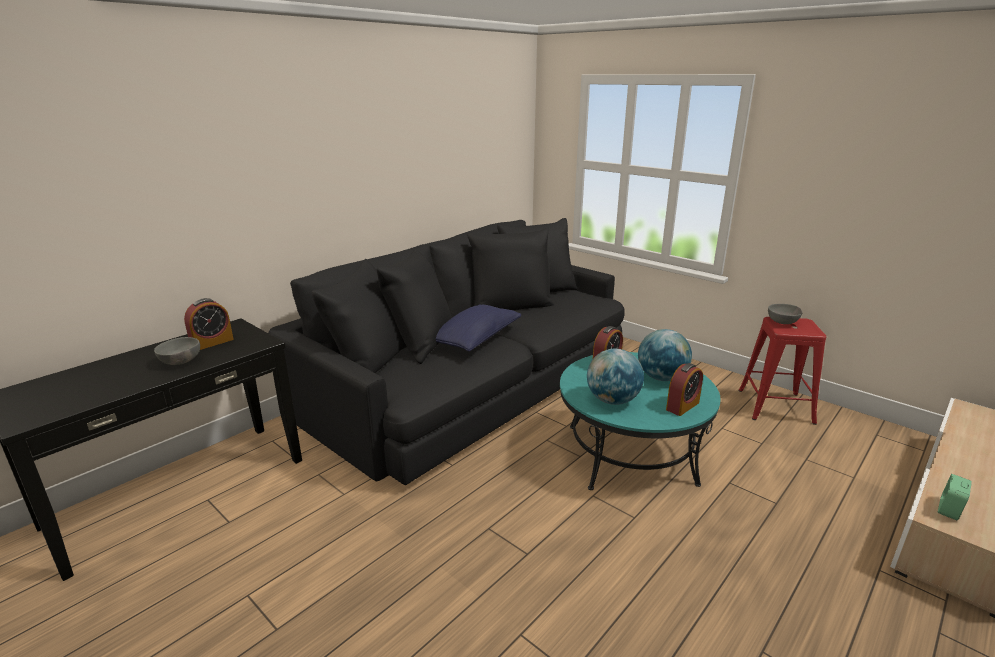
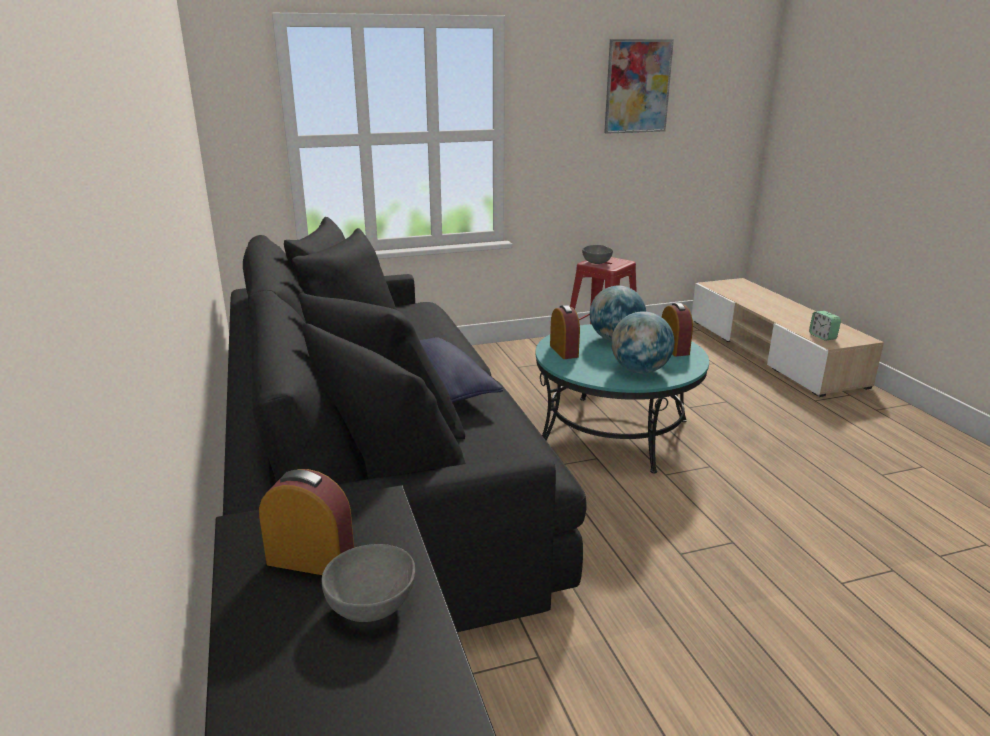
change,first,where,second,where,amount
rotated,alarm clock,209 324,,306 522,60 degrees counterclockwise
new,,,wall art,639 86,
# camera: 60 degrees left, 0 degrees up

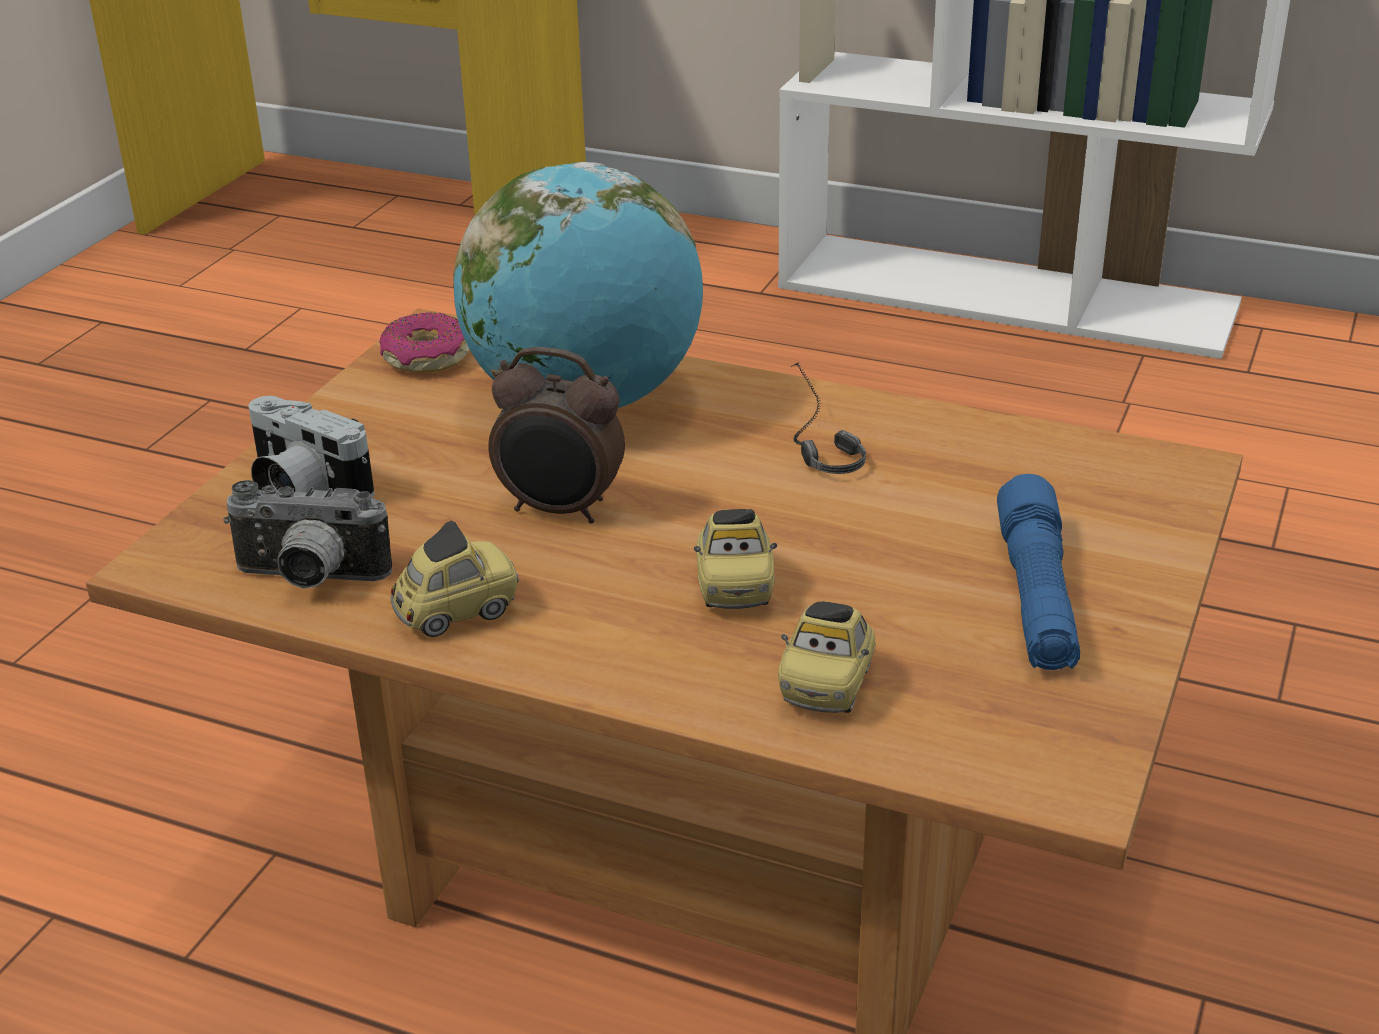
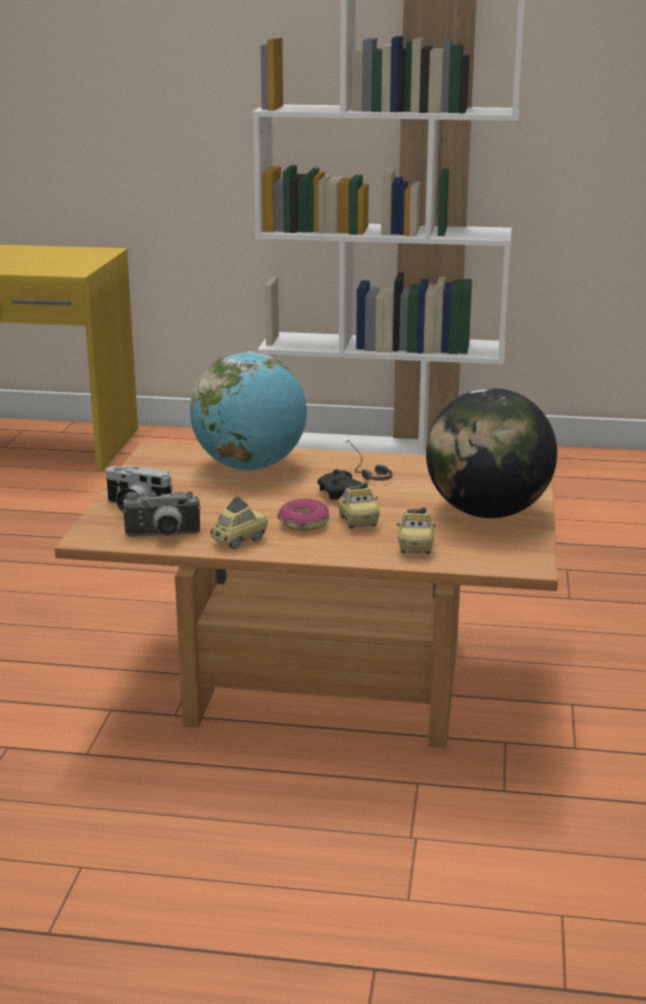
change,first,where,second,where,amount
shifted,donut,424 342,,303 515,
new,,,blackish gamepad,340 484,
swapped,bluish hand torch,1038 572,globe,491 453,
gone,alarm clock,556 435,,,
# camera: 15 degrees left, 10 degrees down

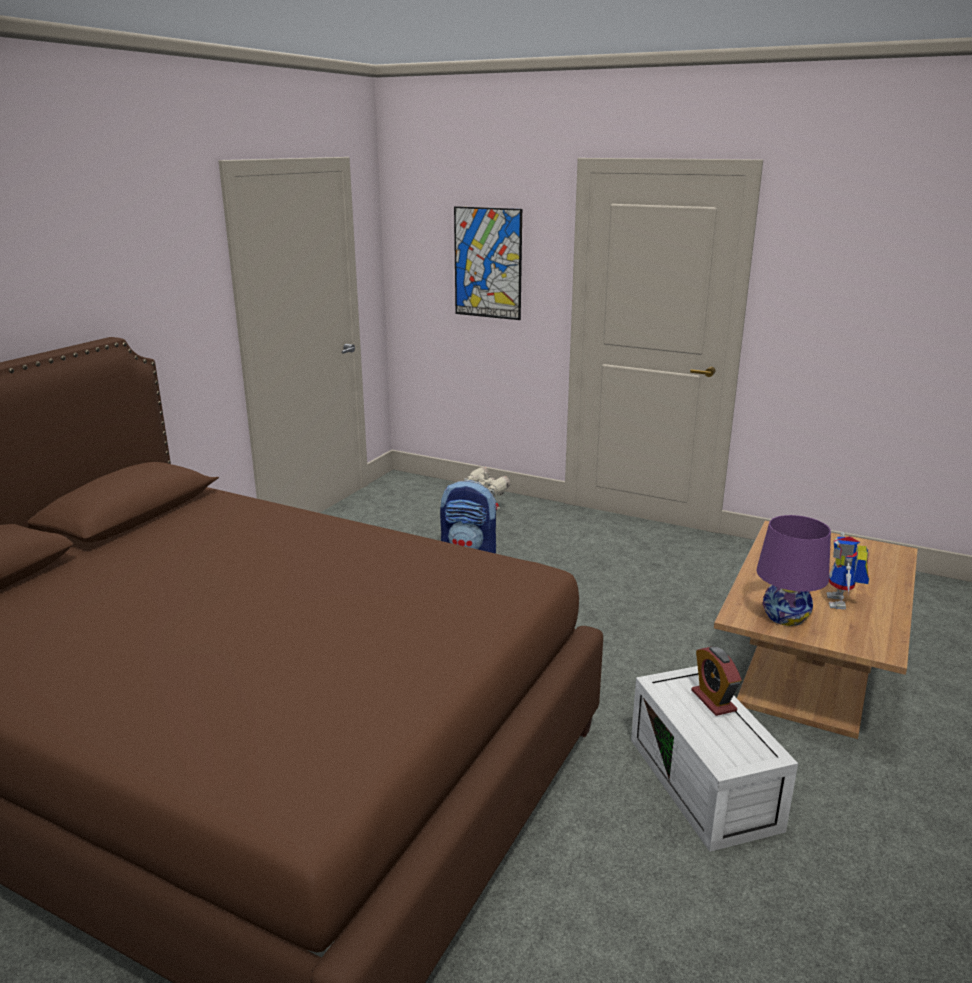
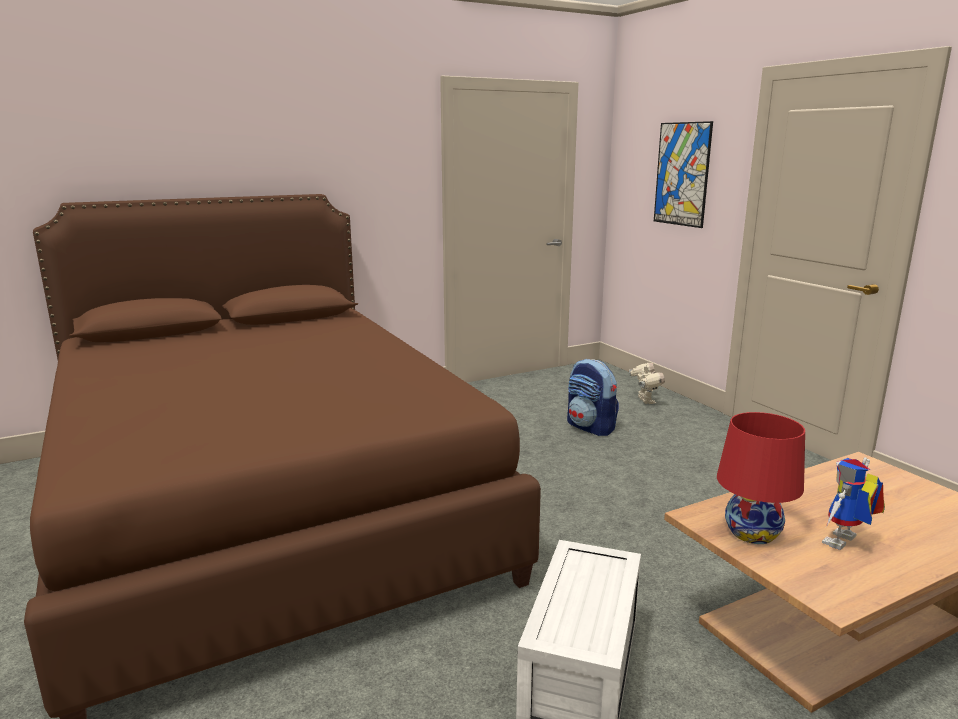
change,first,where,second,where,amount
repainted,purple-coloured table lamp,793 570,reddish table lamp,761 478,
gone,alarm clock,716 681,,,
# camera: 35 degrees right, 5 degrees down

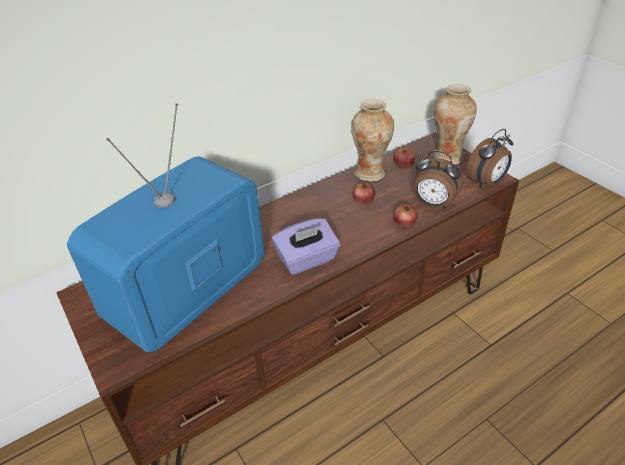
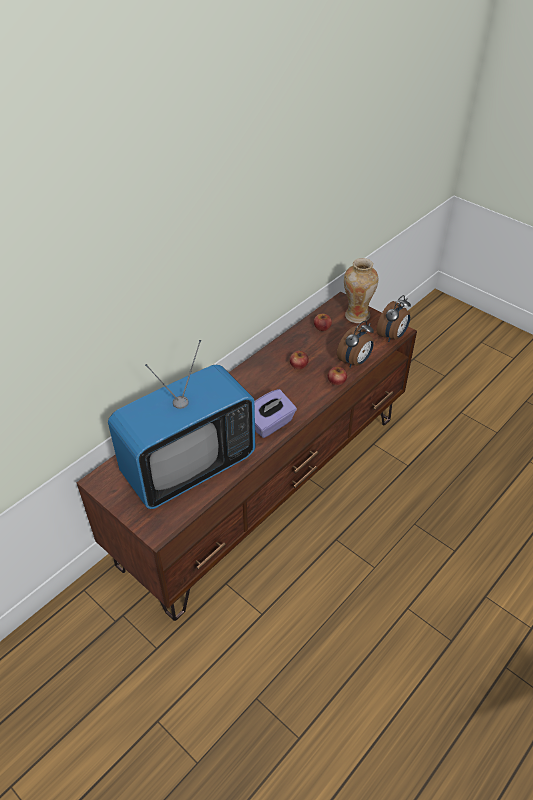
change,first,where,second,where,amount
rotated,TV set,165 228,,181 424,150 degrees counterclockwise
rotated,alarm clock,438 179,,355 344,60 degrees counterclockwise
gone,vase,372 140,,,
# camera: 15 degrees left, 5 degrees up

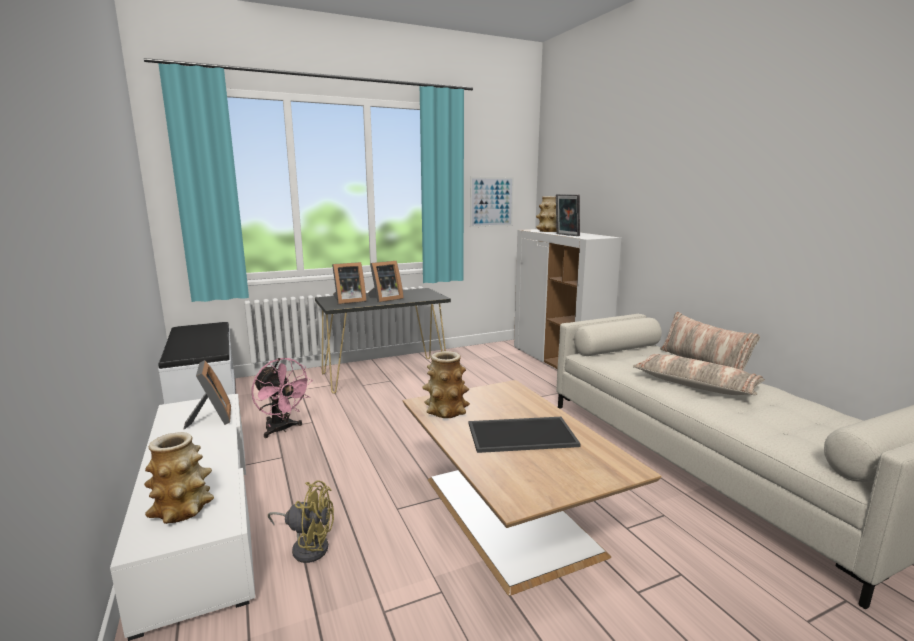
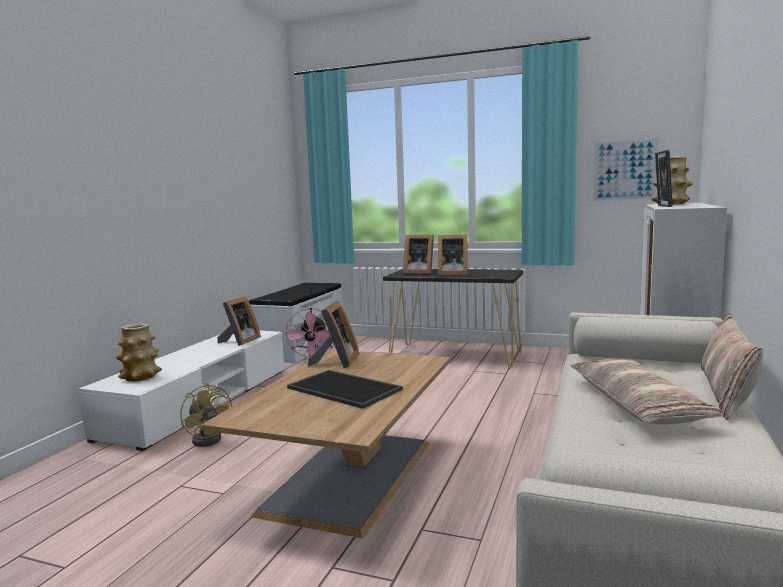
change,first,where,second,where,amount
swapped,vase,446 384,photo frame,333 334,
# camera: 45 degrees right, 5 degrees down

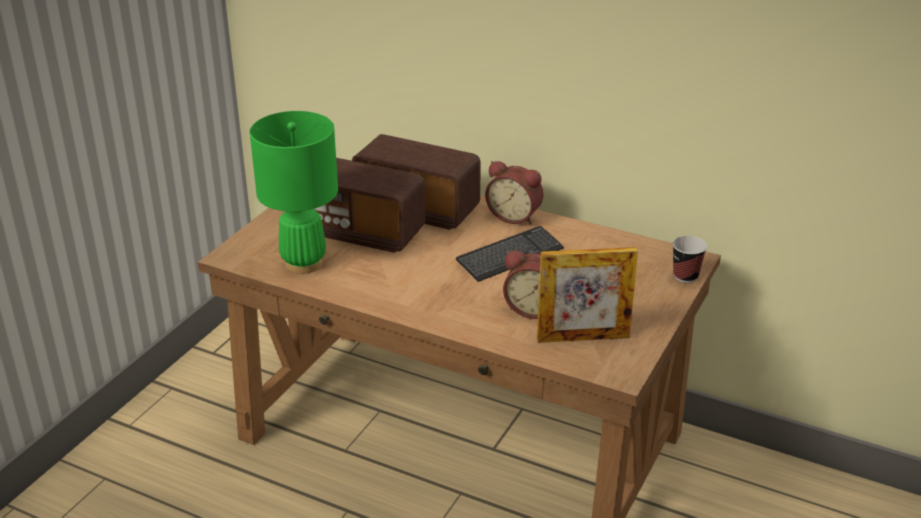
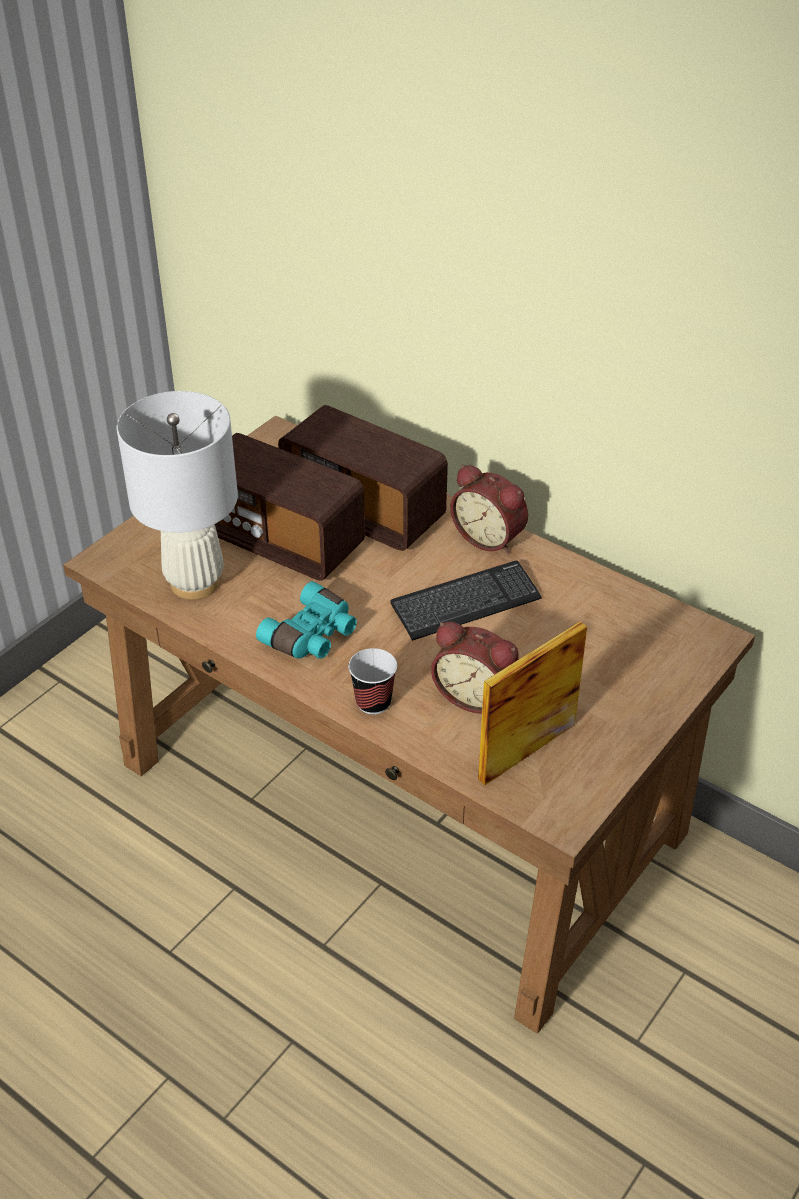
change,first,where,second,where,amount
repainted,greenish table lamp,294 192,white-coloured table lamp,177 495,
new,,,blue-green field glasses,306 620,
shifted,drinking cup,689 259,,373 681,
rotated,photo frame,587 295,,532 703,135 degrees clockwise
# camera: 10 degrees right, 10 degrees up

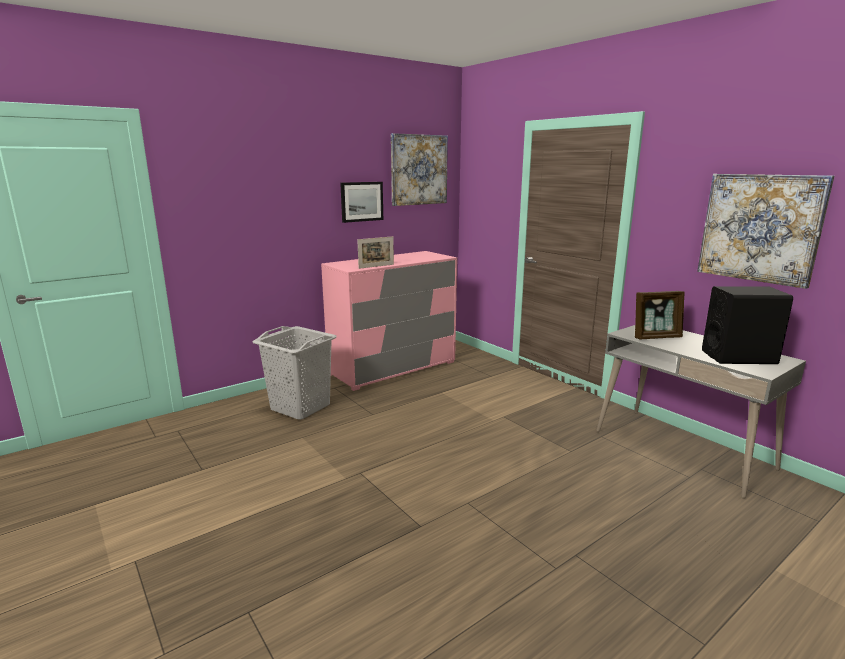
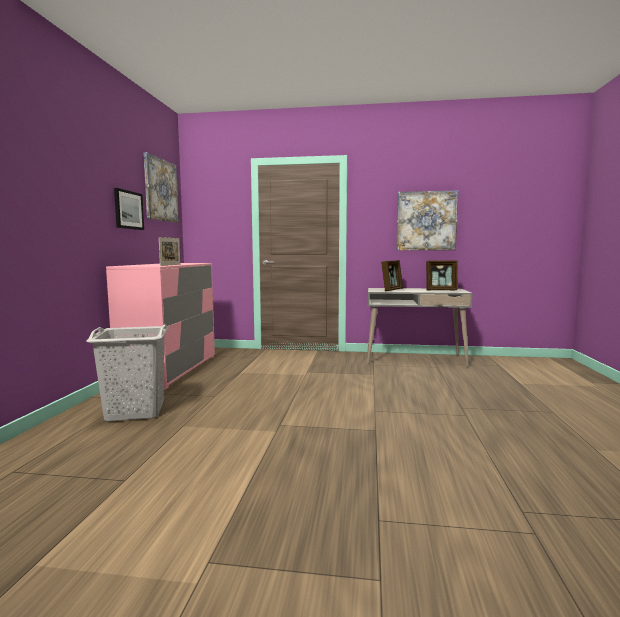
change,first,where,second,where,amount
swapped,blackish speaker,747 325,photo frame,442 275,
# camera: 45 degrees left, 10 degrees down

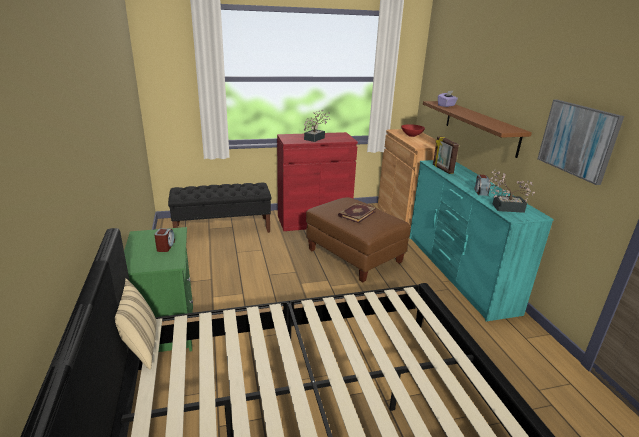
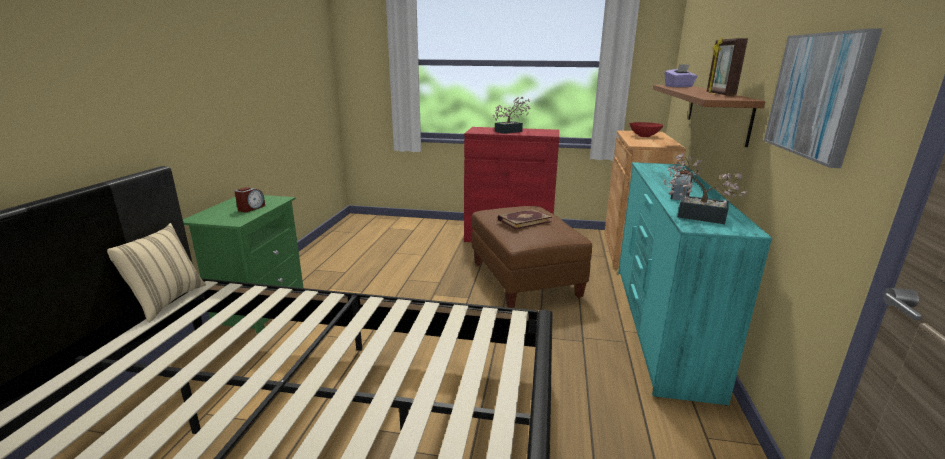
change,first,where,second,where,amount
shifted,photo frame,446 155,,727 66,
gone,blackish bench,220 208,,,
# camera: 25 degrees right, 5 degrees down

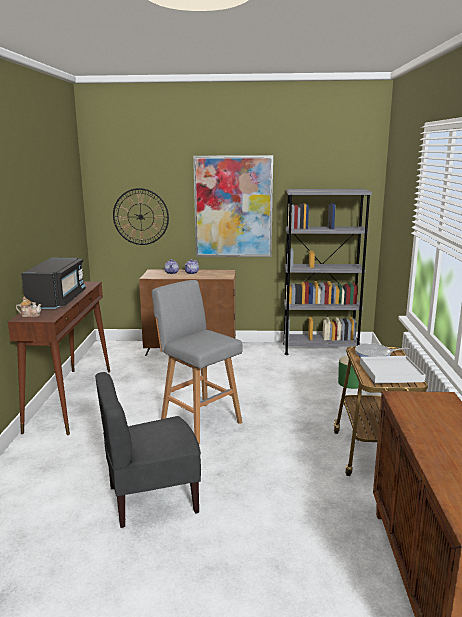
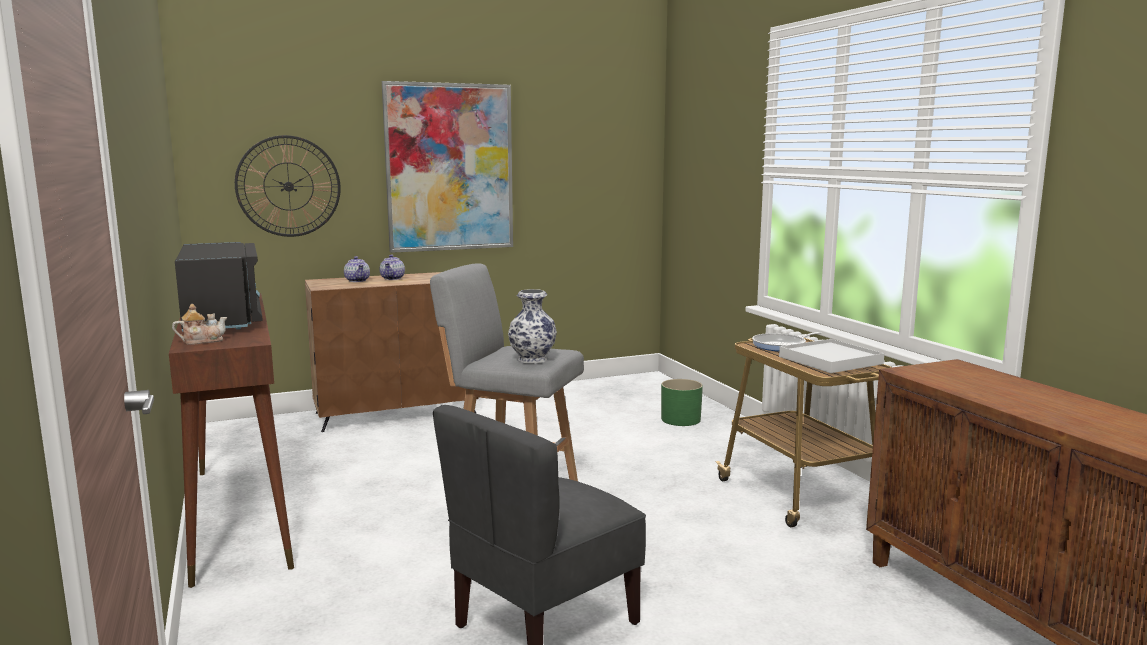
change,first,where,second,where,amount
new,,,vase,532 326,
gone,greyish bookcase,327 272,,,
# camera: 25 degrees left, 5 degrees down

